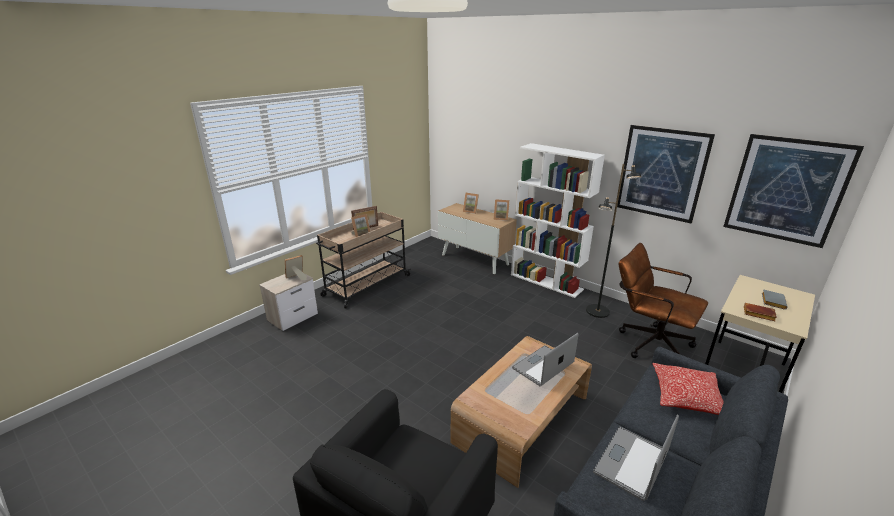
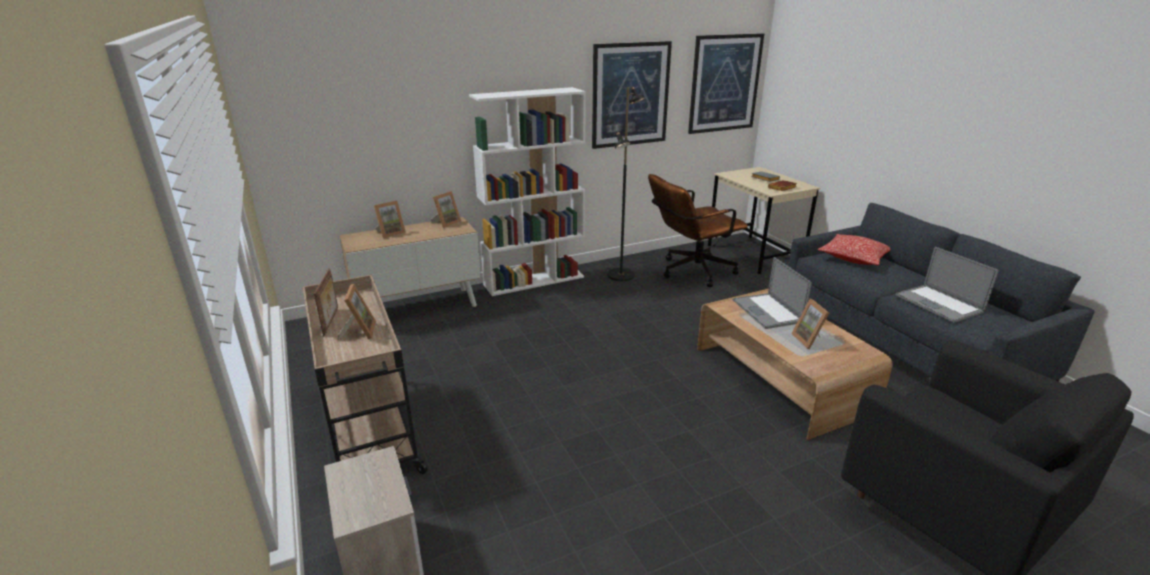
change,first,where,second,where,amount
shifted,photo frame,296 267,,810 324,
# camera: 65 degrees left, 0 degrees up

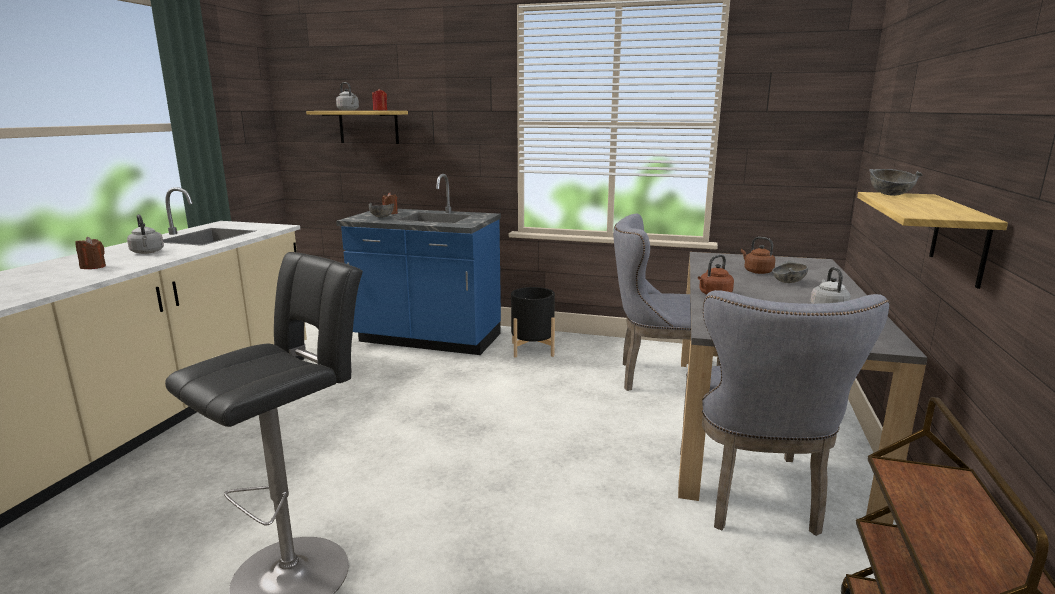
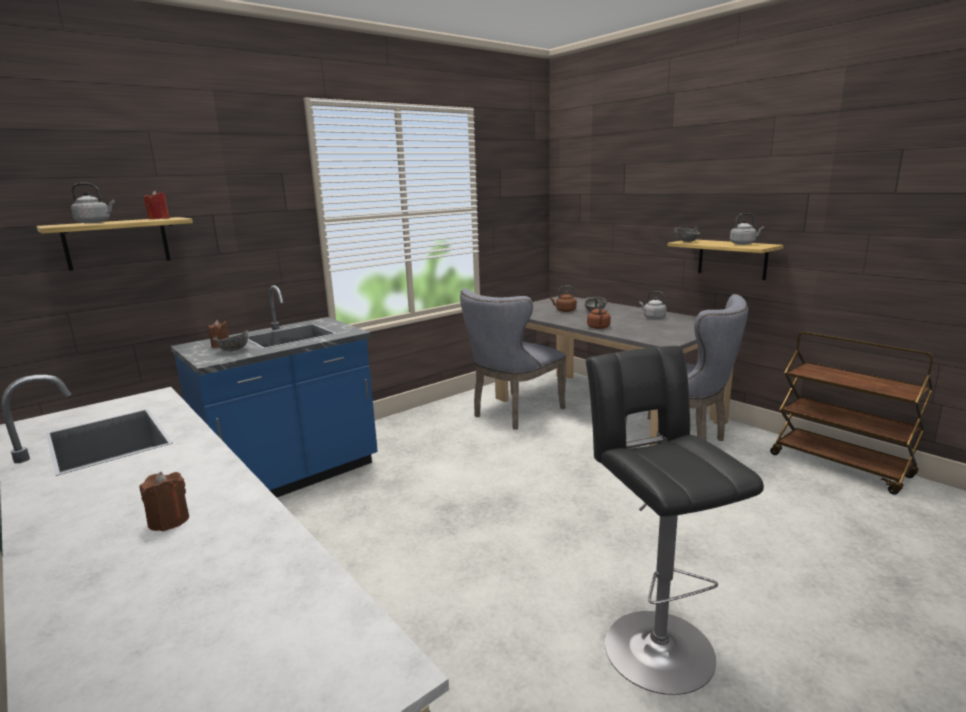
change,first,where,second,where,amount
shifted,greyish tea kettle,145 234,,747 229,
gone,blackish plant pot,533 322,,,
# camera: 55 degrees left, 0 degrees up

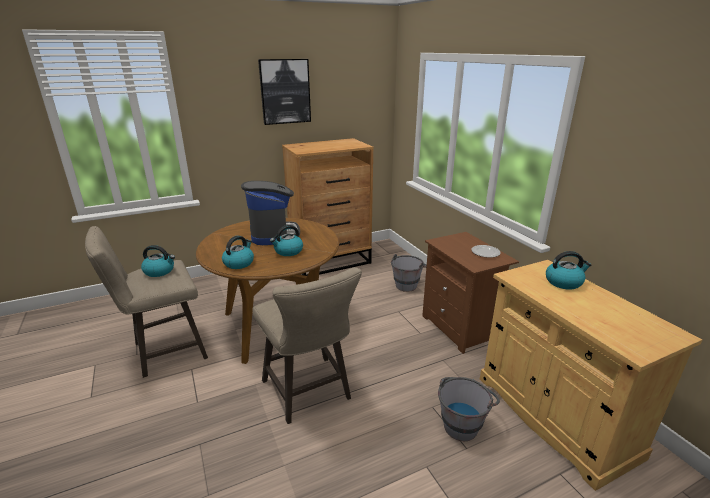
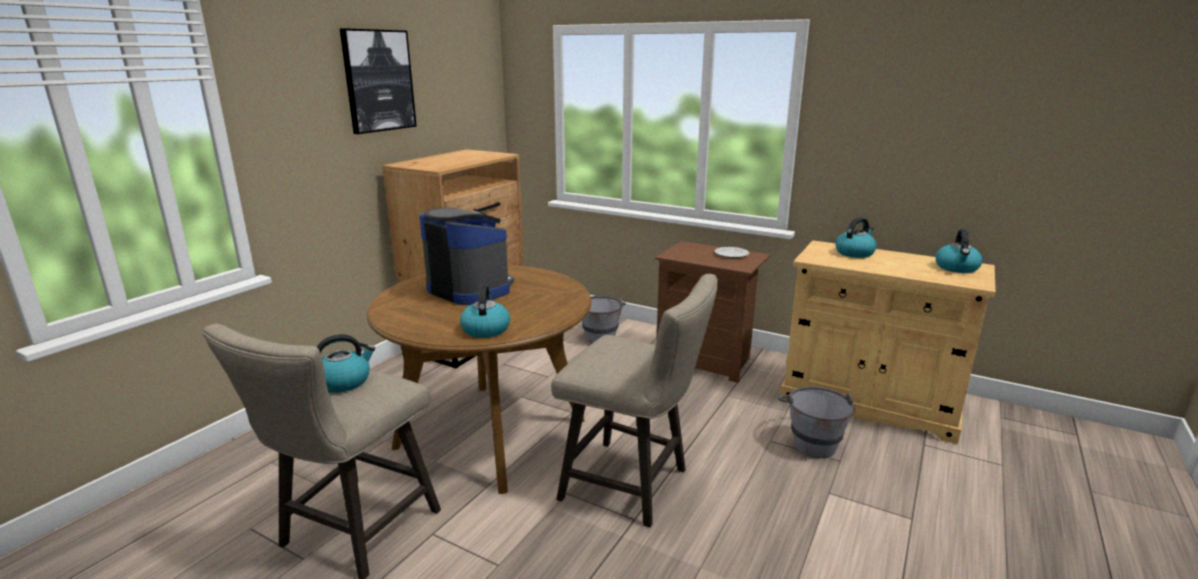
change,first,where,second,where,amount
shifted,tea kettle,286 240,,959 251,
# camera: 35 degrees left, 5 degrees down

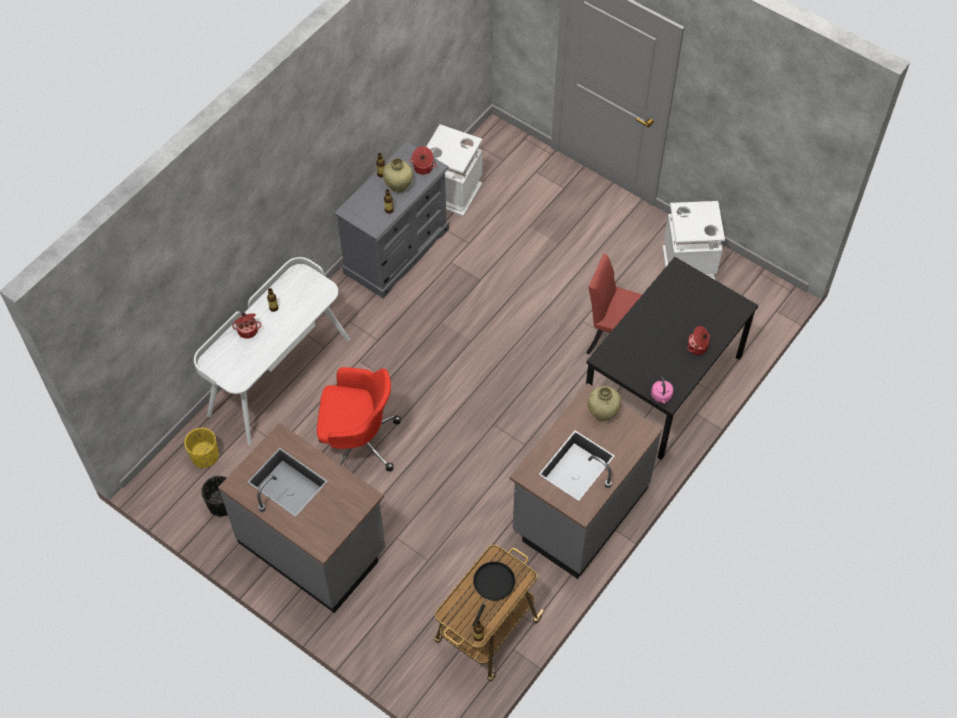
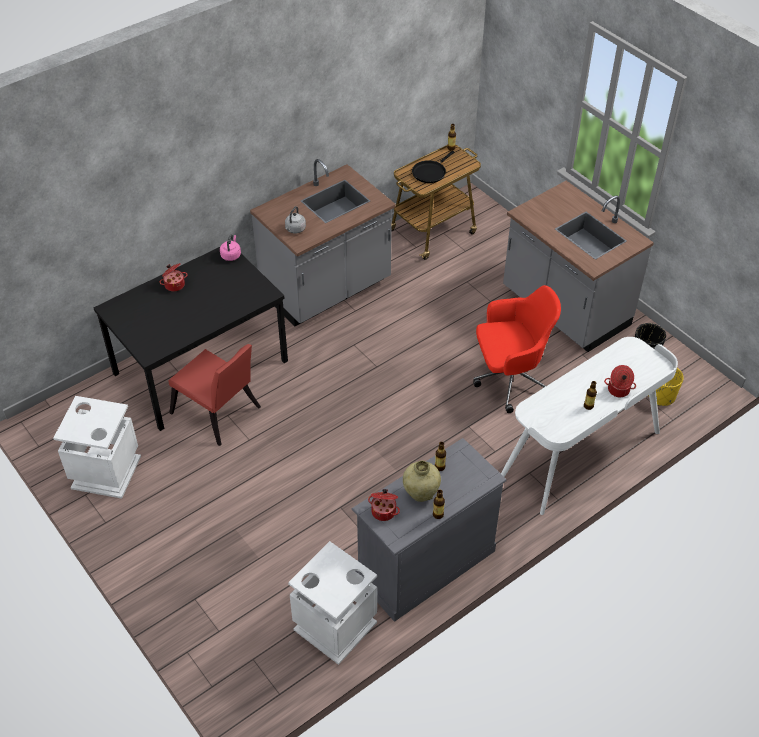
change,first,where,second,where,amount
swapped,beige-coloured vase,604 403,greyish tea kettle,295 219,
rotated,reddish office chair,359 419,,517 349,150 degrees clockwise
# camera: 165 degrees left, 10 degrees down

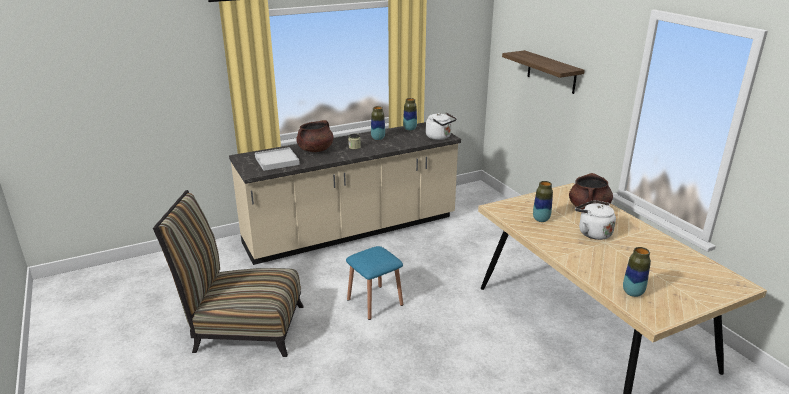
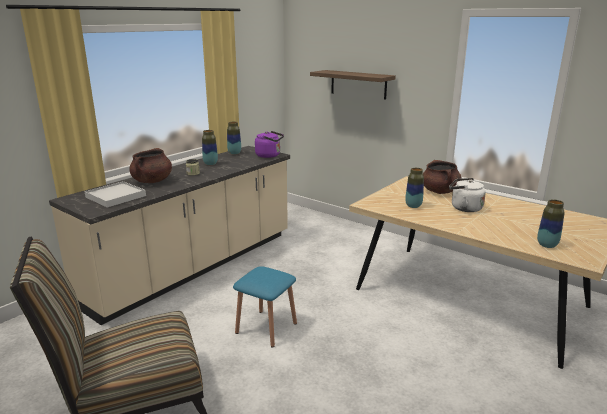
change,first,where,second,where,amount
repainted,white-coloured tea kettle,441 126,purple-coloured tea kettle,269 144,
# camera: 25 degrees left, 5 degrees down

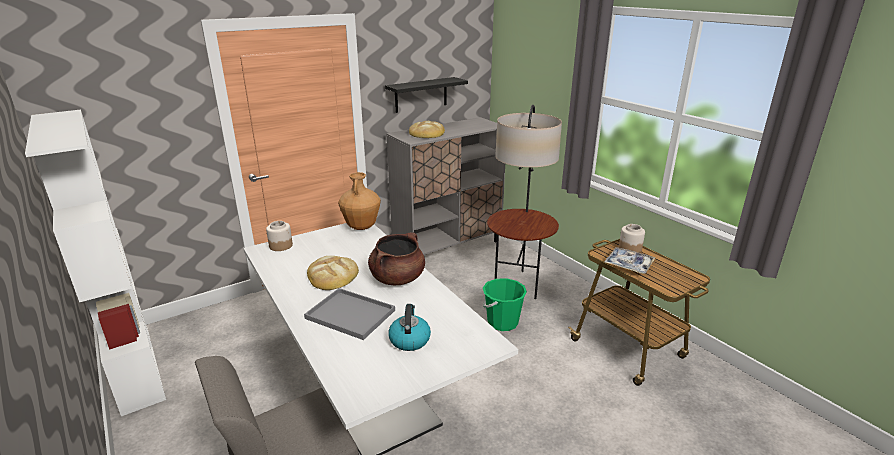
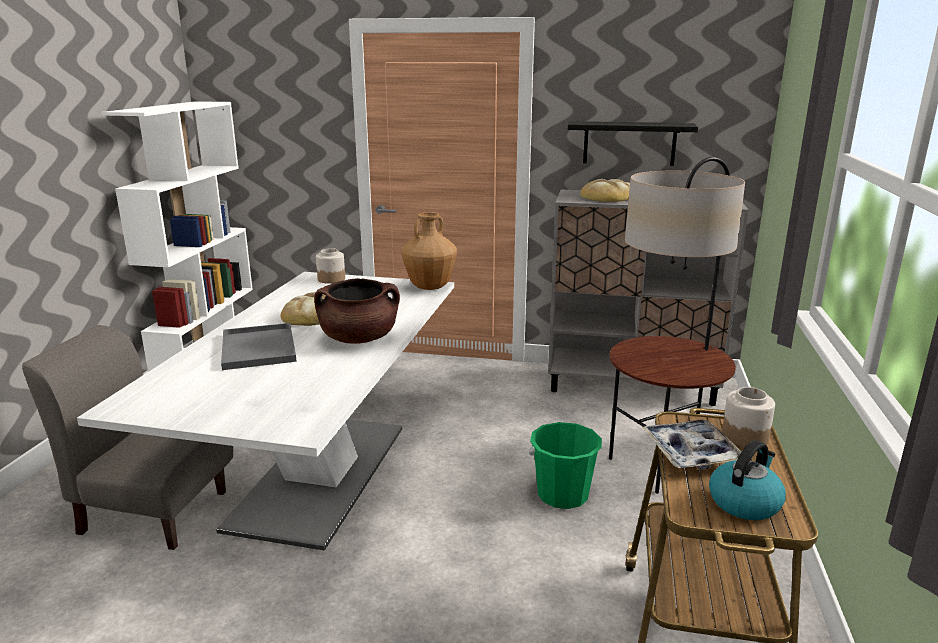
change,first,where,second,where,amount
shifted,tea kettle,409 327,,747 480,
# camera: 45 degrees right, 5 degrees down

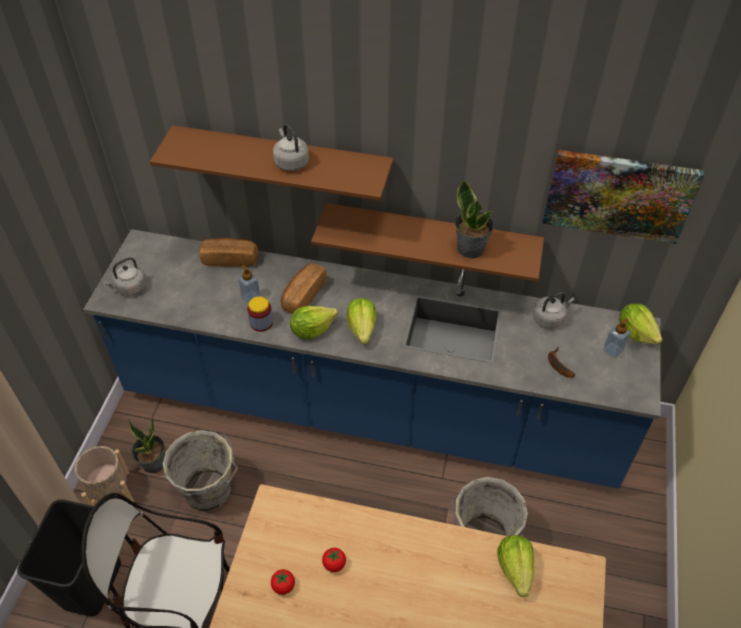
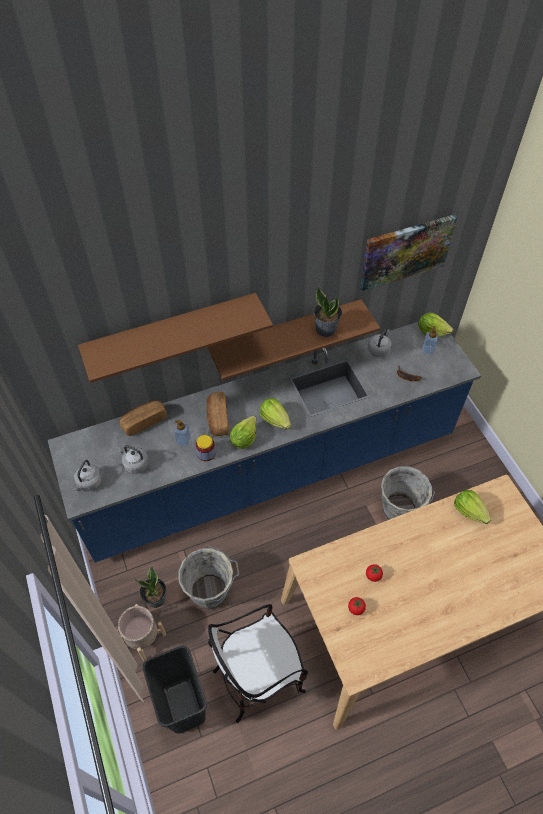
change,first,where,second,where,amount
shifted,greyish tea kettle,291 147,,133 459,
# camera: 35 degrees left, 5 degrees up

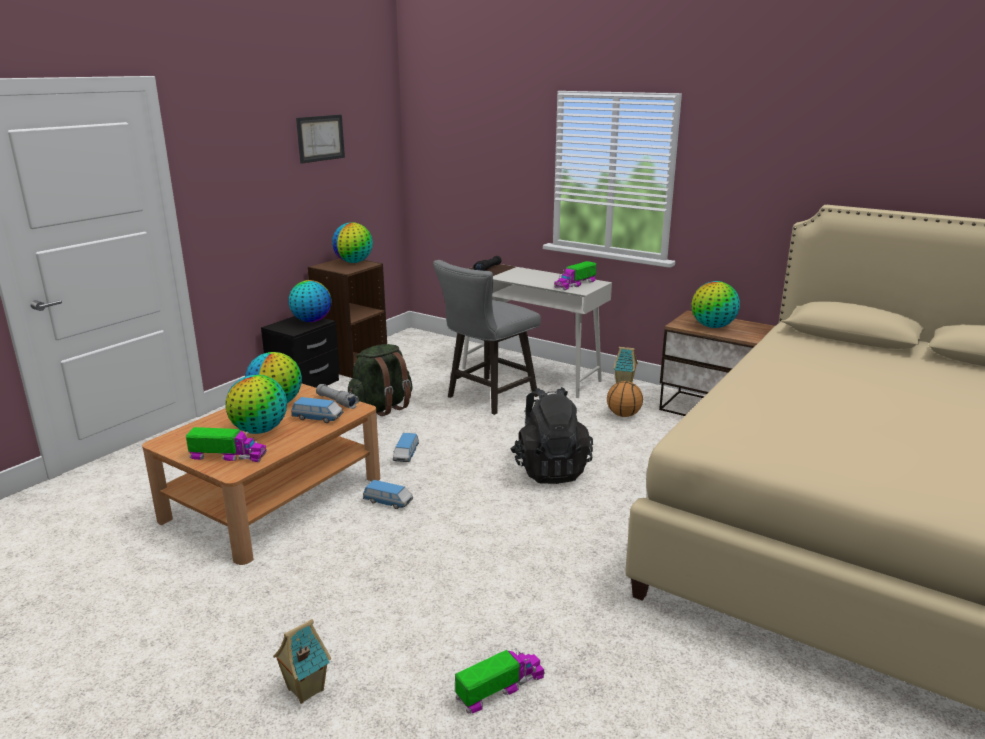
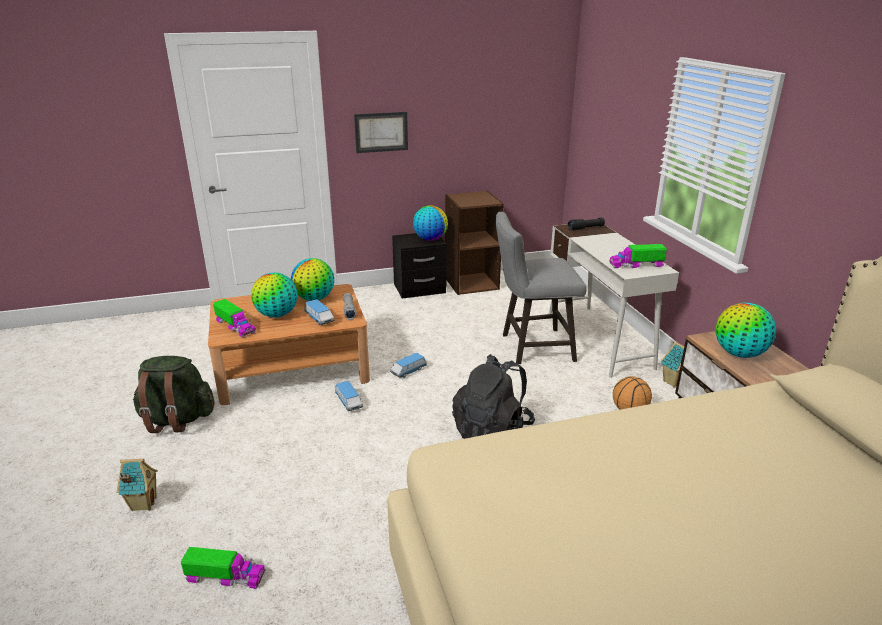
change,first,where,second,where,amount
shifted,greenish backpack,380 380,,174 394,
shifted,wall art,320 139,,381 132,
gone,globe,352 242,,,
# camera: 40 degrees right, 5 degrees up

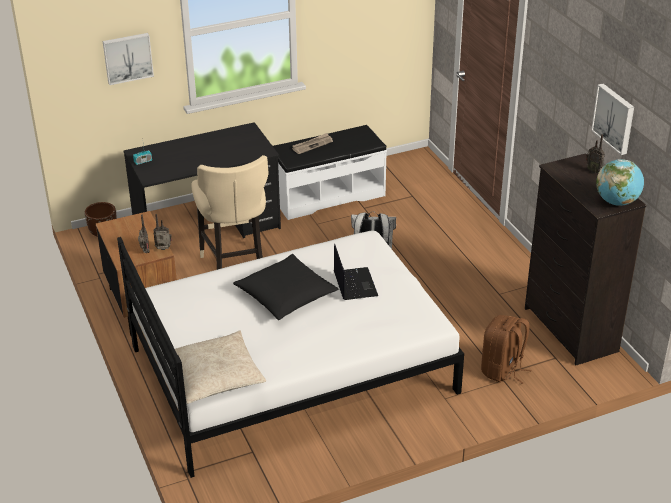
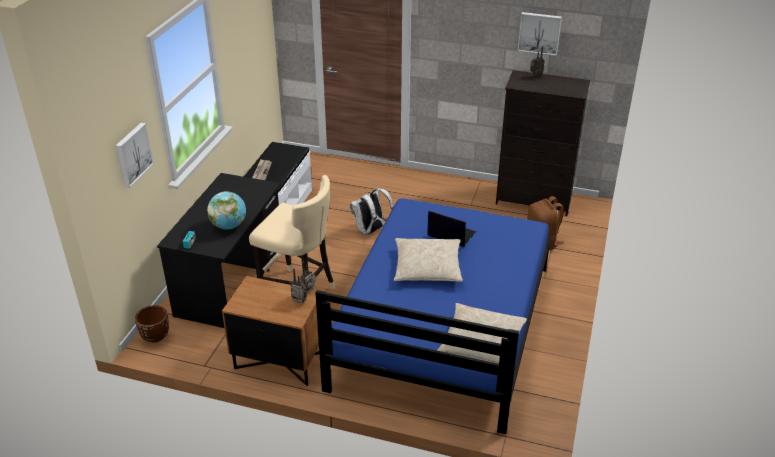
change,first,where,second,where,amount
shifted,globe,620 182,,226 210,
repainted,white-coloured bedroom bed,290 354,bluish bedroom bed,433 316,
repainted,blackish cushion,285 287,beige-coloured cushion,428 260,
# camera: 50 degrees left, 0 degrees up

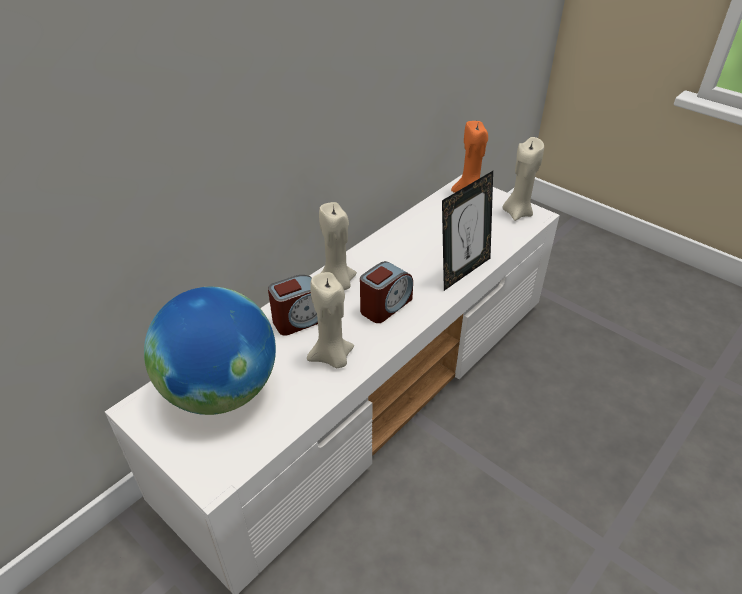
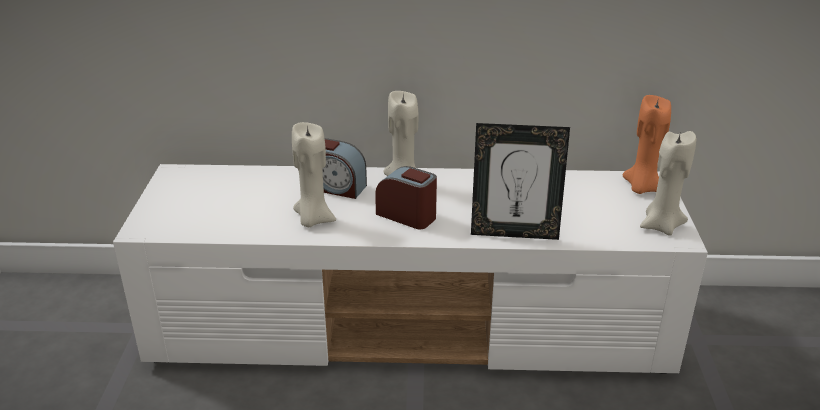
change,first,where,second,where,amount
rotated,alarm clock,386 292,,406 197,150 degrees counterclockwise
gone,globe,210 351,,,
# camera: 50 degrees right, 10 degrees down

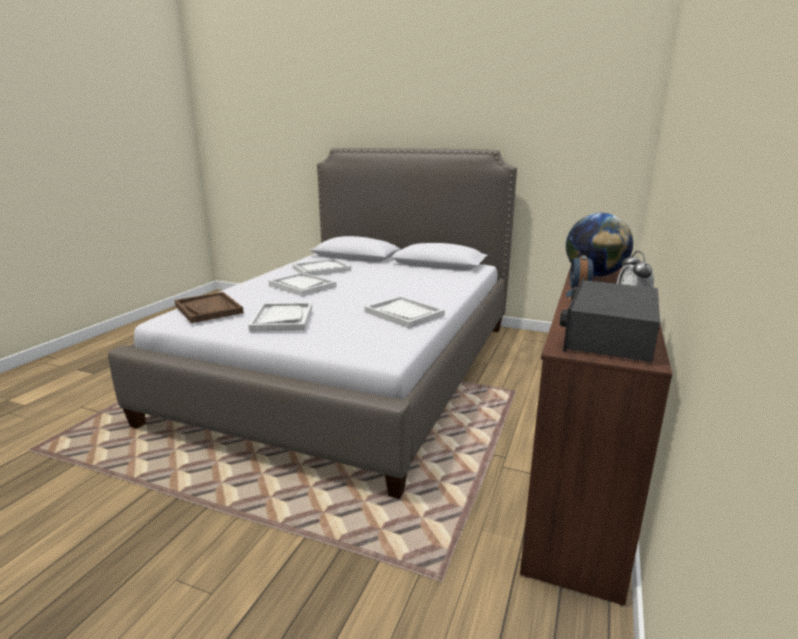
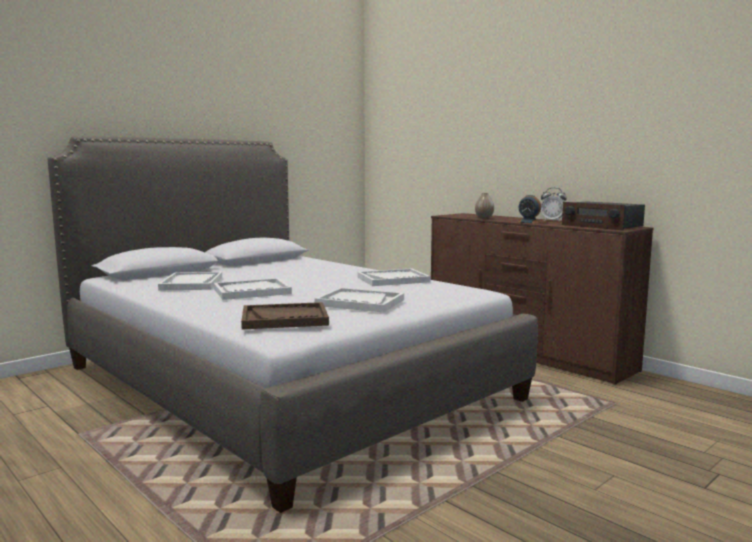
change,first,where,second,where,amount
swapped,globe,599 244,vase,484 205,
# camera: 65 degrees left, 10 degrees down

